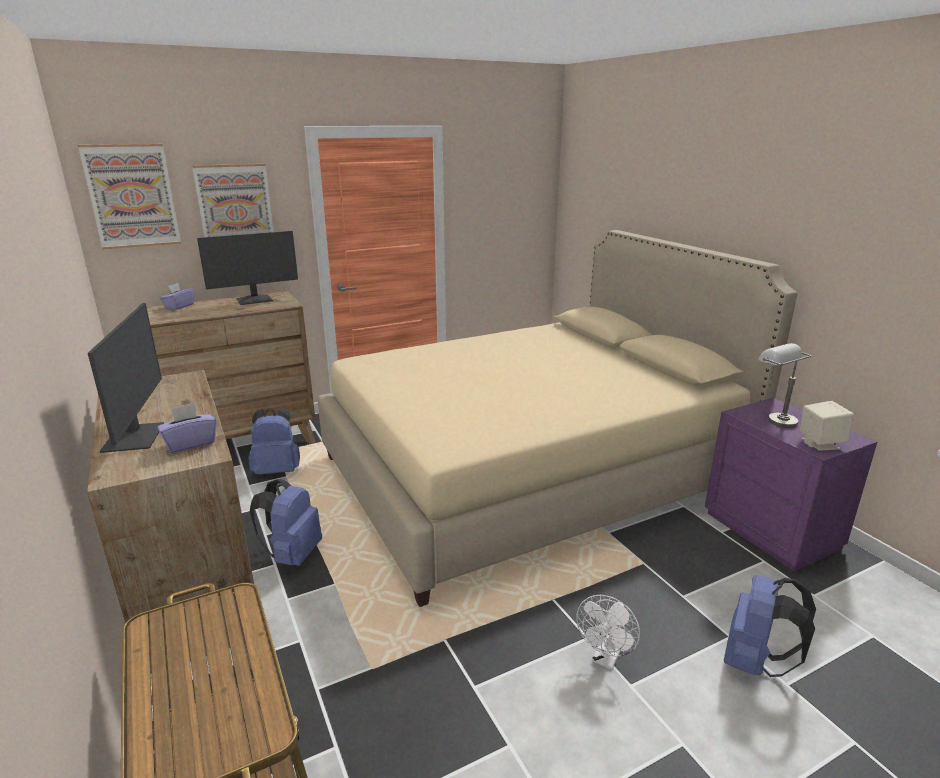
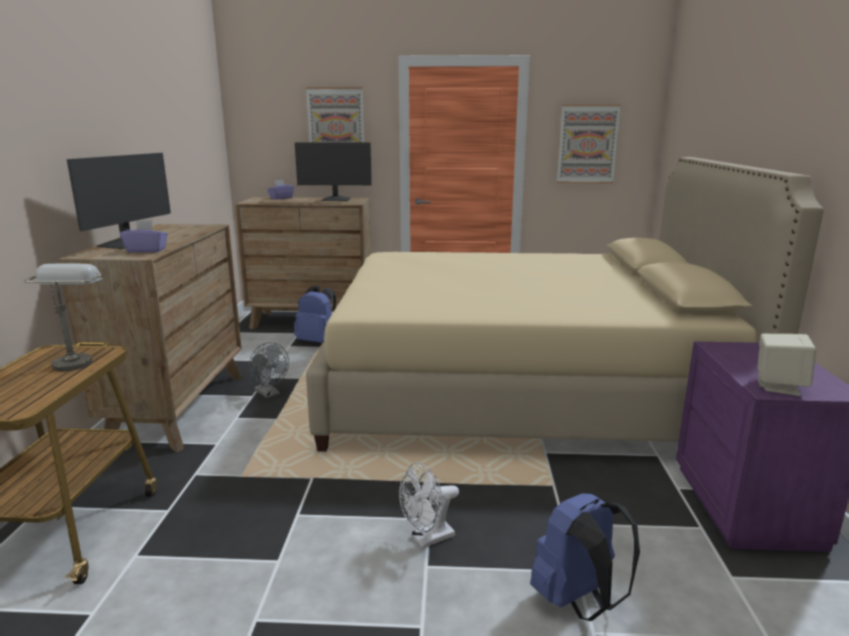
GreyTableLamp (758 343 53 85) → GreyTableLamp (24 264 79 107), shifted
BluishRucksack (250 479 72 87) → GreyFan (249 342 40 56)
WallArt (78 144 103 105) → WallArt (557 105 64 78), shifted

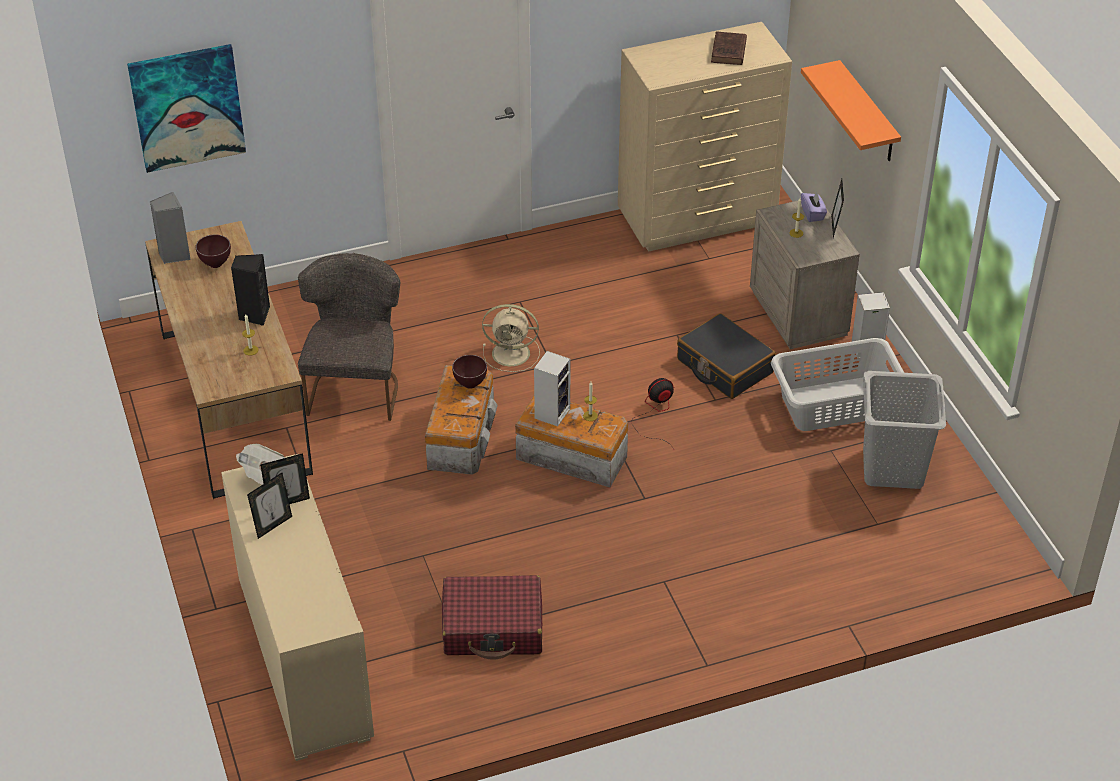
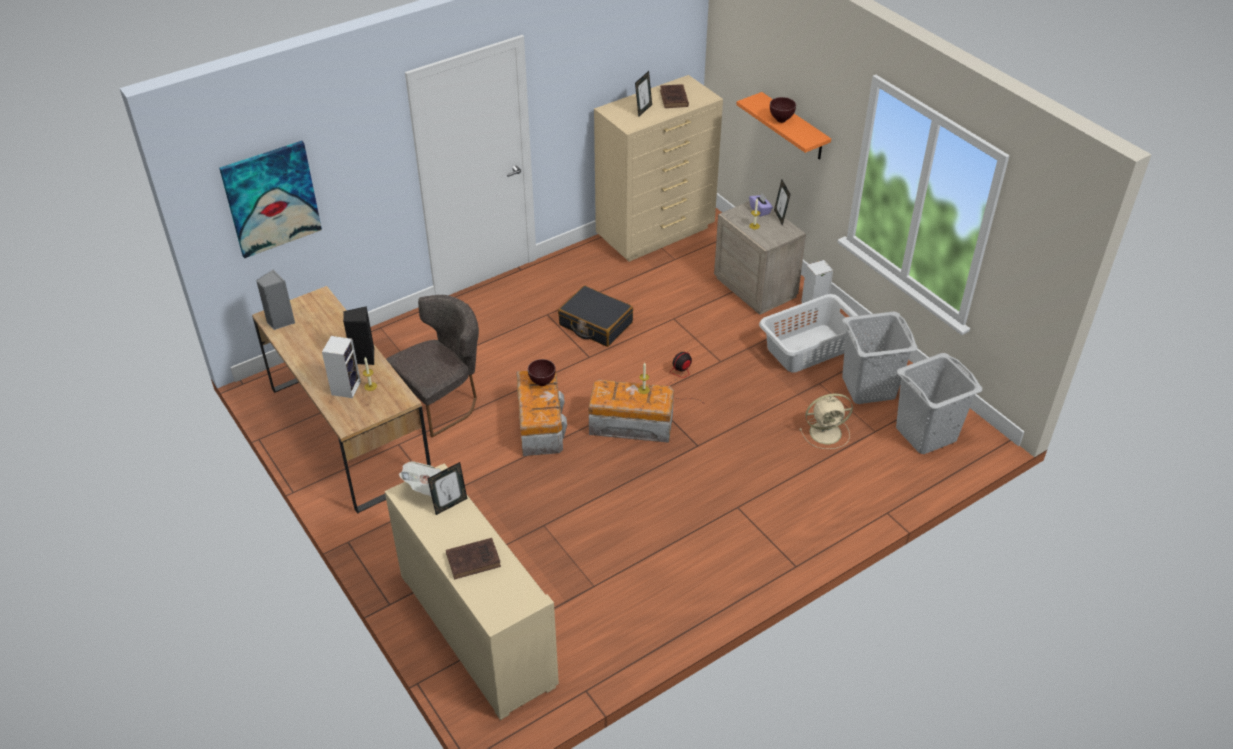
AudioSpeaker (534 351 36 75) → AudioSpeaker (322 336 39 62), shifted
GreyUprightChair (298 253 102 168) → GreyUprightChair (386 295 93 142), 60 degrees clockwise
- → BrownishVolume (446 538 55 42)
BlackColouredPieceOfLuggage (677 313 99 86) → BlackColouredPieceOfLuggage (558 286 75 61), shifted
PictureFrame (247 473 45 66) → PictureFrame (635 71 17 46), shifted
BrownishDeepDish (196 234 35 34) → BrownishDeepDish (770 97 26 26), shifted
SandColouredFan (482 304 58 68) → SandColouredFan (799 393 54 56), shifted
- → GreyHamper (896 353 87 101)
ReddishPieceOfLuggage (442 575 100 84) → -

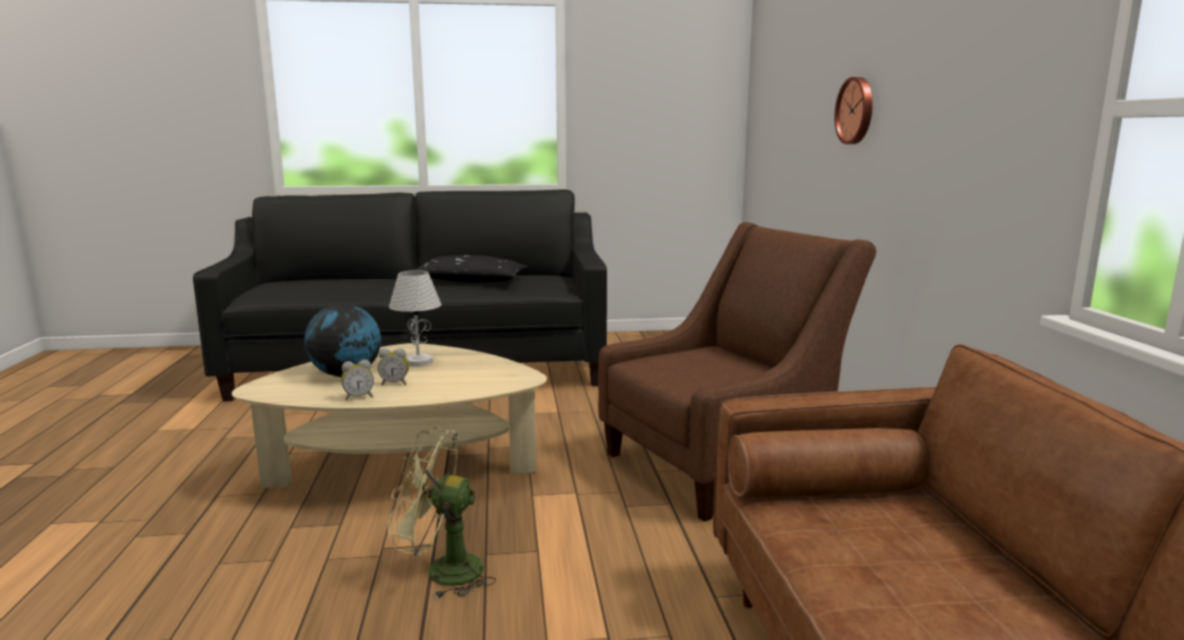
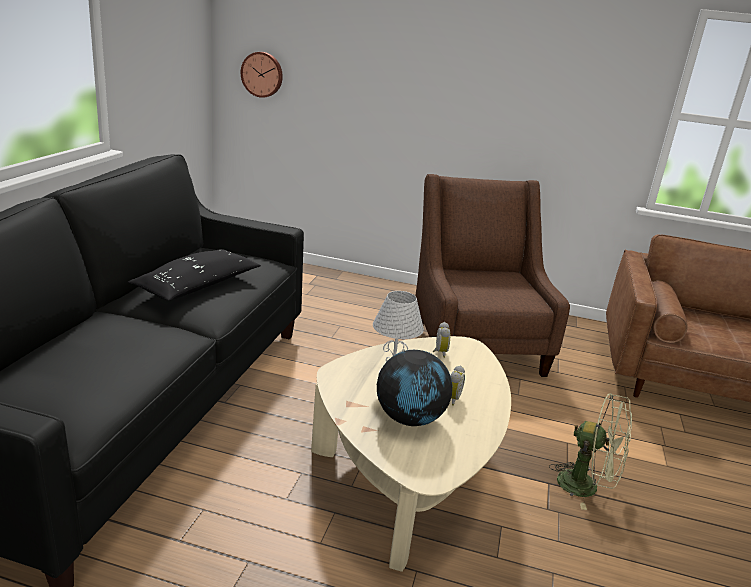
HangingClock (835 77 38 67) → HangingClock (241 52 42 46), shifted
AlarmClock (341 359 33 42) → AlarmClock (433 322 17 36), shifted
GreenFan (388 427 108 172) → GreenFan (549 393 83 117), 90 degrees counterclockwise

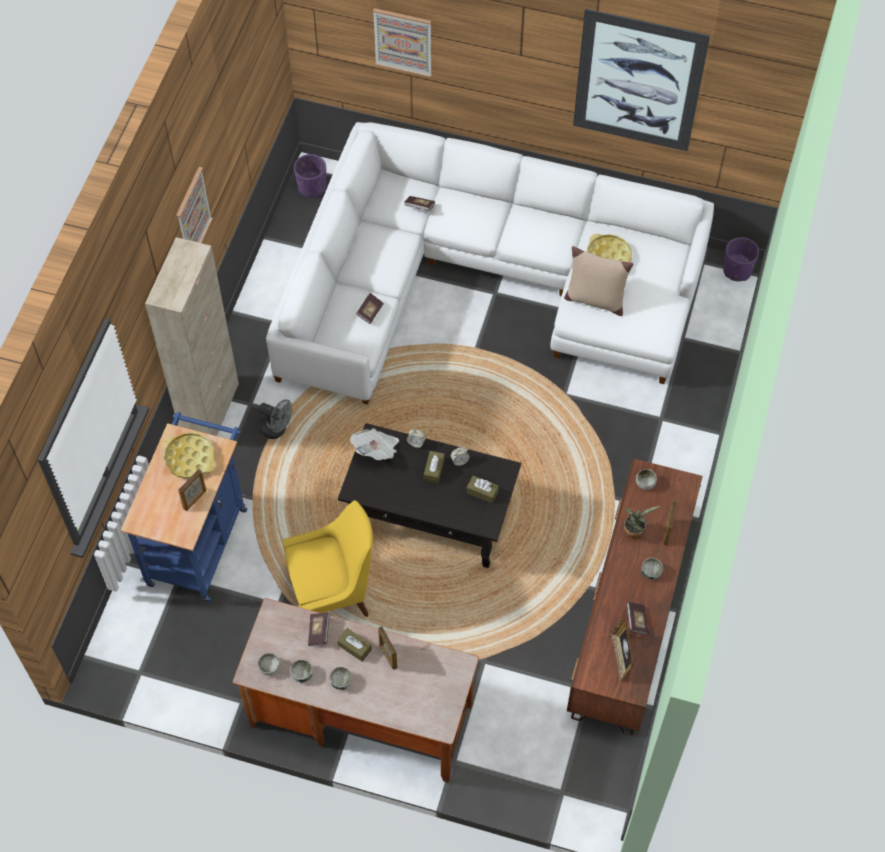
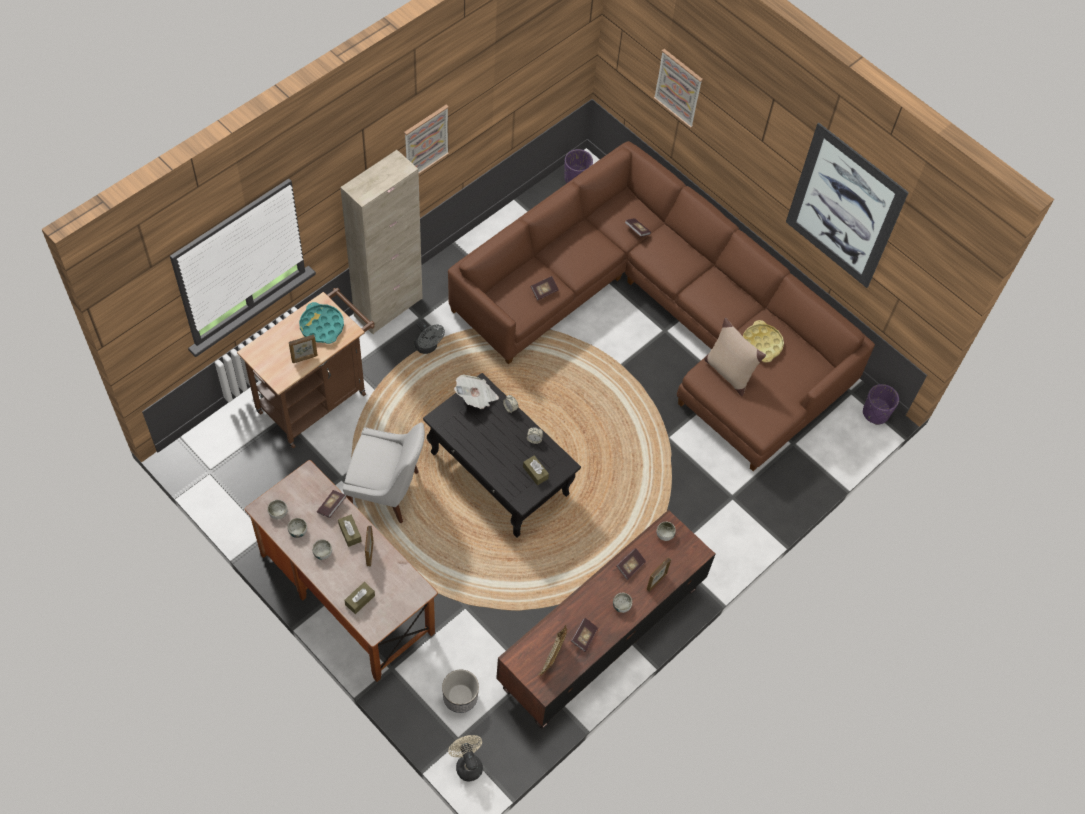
BluishCart (121 412 126 191) → BrownishCart (237 288 138 160)
YellowishCarryingTray (163 432 53 47) → BlueGreenCarryingTray (299 302 45 42)
YellowishUprightChair (283 501 90 116) → WhitishUprightChair (343 422 82 101)
BrownishBoxOfTissues (424 451 20 32) → BrownishBoxOfTissues (344 582 31 32), shifted
- → Planter (442 669 37 44)
WhitishCouch (266 122 448 282) → BrownishCouch (448 141 427 330)
- → SandColouredFan (448 735 35 46)
PlantInAPot (623 506 37 32) → Volume (616 548 30 32)

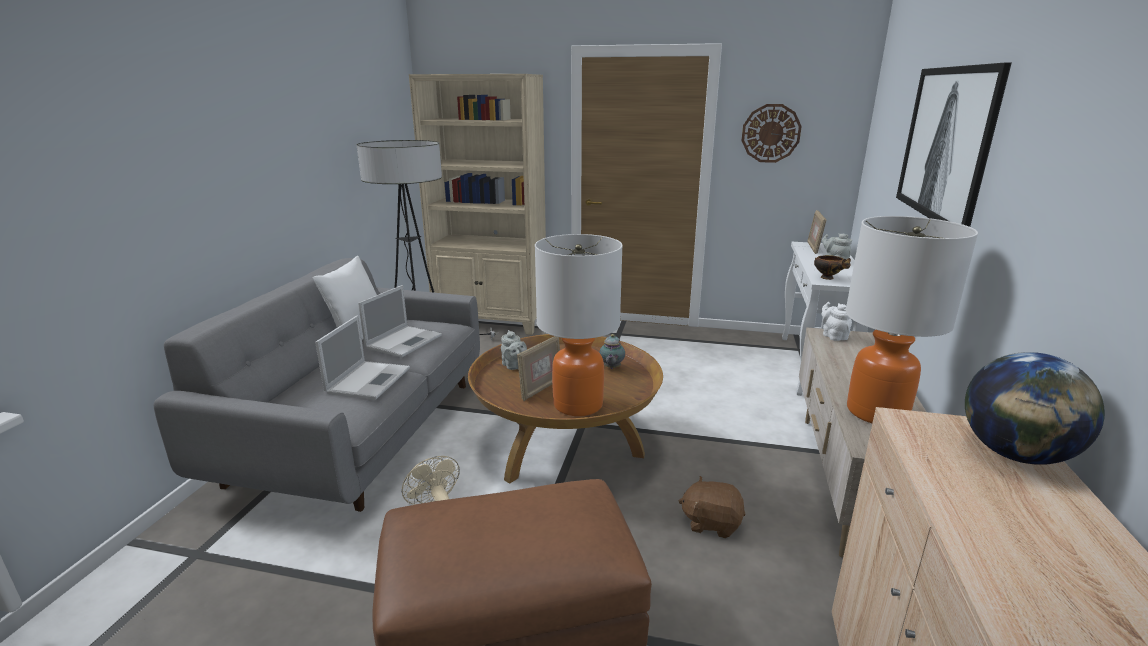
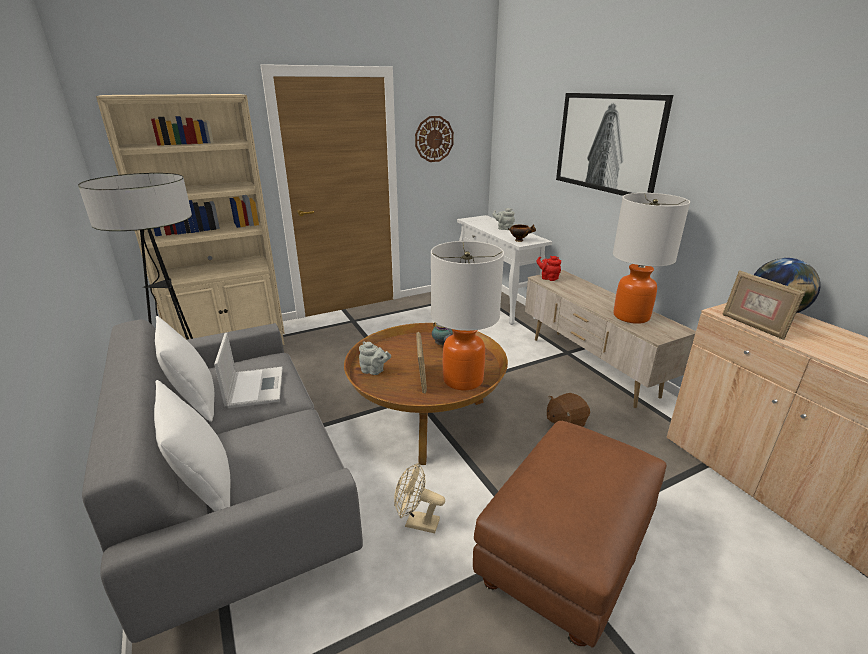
- → WhitishCushion (154 380 76 131)
WhitishPotForTea (822 302 30 39) → ReddishPotForTea (536 256 25 25)
PictureFrame (807 210 20 44) → PictureFrame (723 270 82 70), shifted
Laptop (315 316 95 84) → -

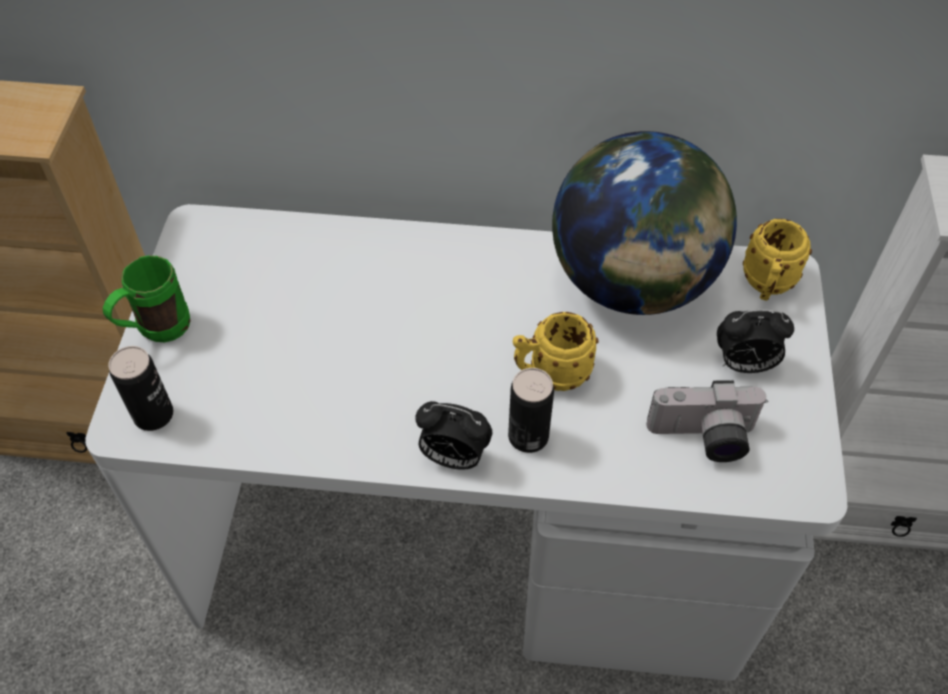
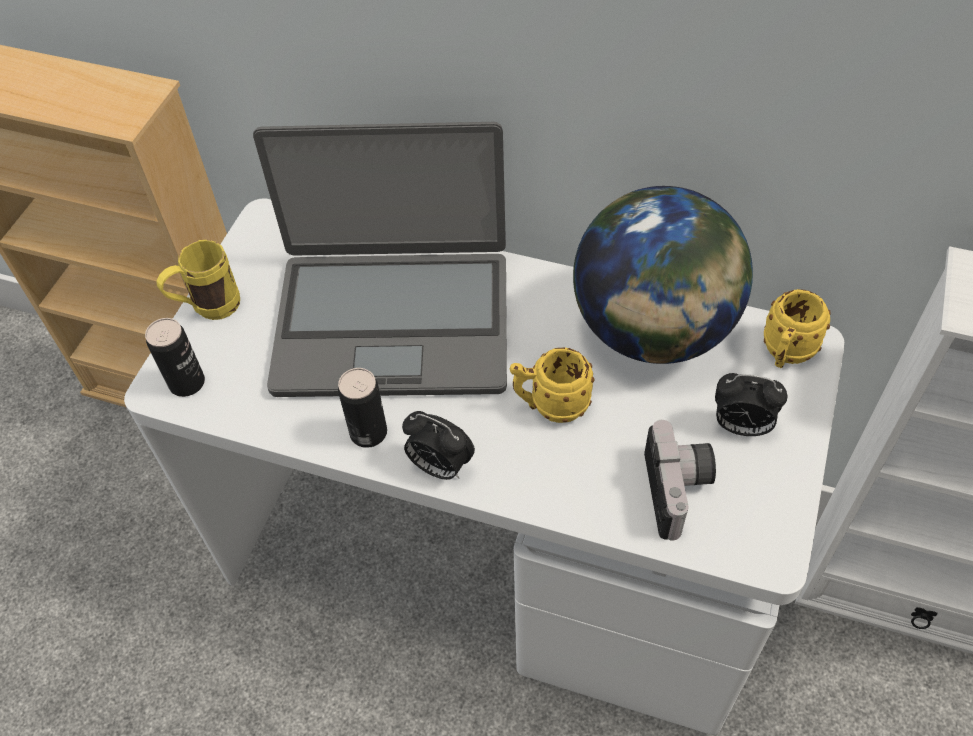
GreenTeaMug (103 255 88 87) → YellowishTeaMug (157 240 83 80)
- → Laptop (253 122 254 275)
SealedCan (508 368 46 85) → SealedCan (338 368 49 80), shifted
StillCamera (646 380 121 82) → StillCamera (644 420 72 121), 105 degrees counterclockwise

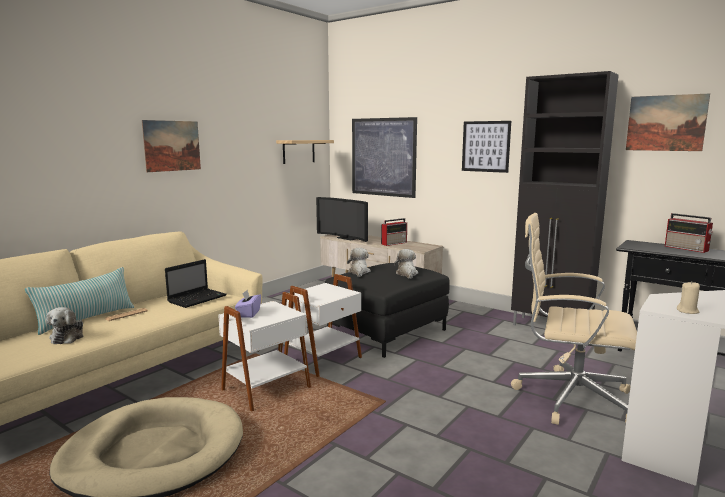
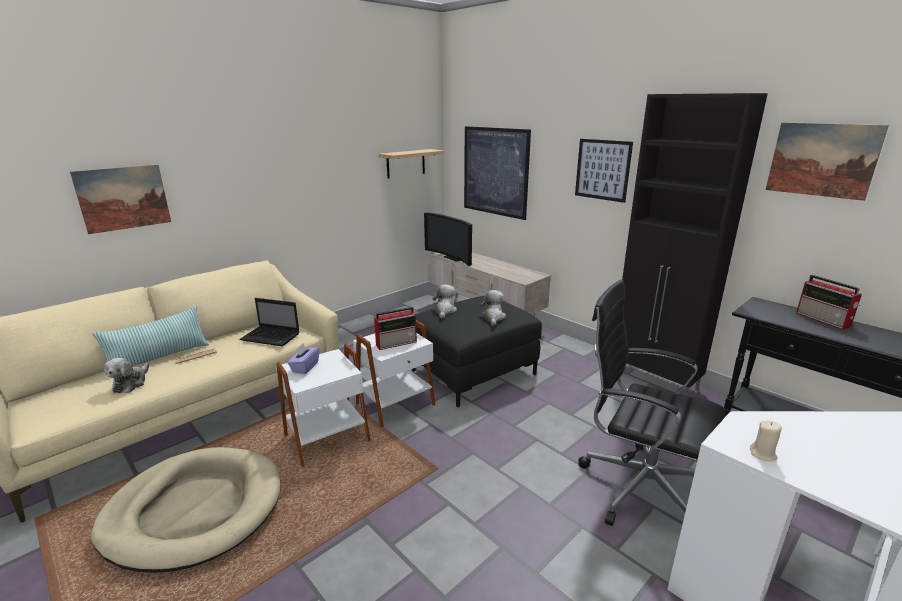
WallArt (141 120 60 52) → WallArt (70 165 101 69), shifted
Laptop (165 259 62 49) → Laptop (240 298 60 49), 60 degrees clockwise
RadioReceiver (381 218 26 28) → RadioReceiver (374 307 43 43), shifted
SandColouredComputerChair (511 213 126 212) → BlackColouredComputerChair (579 280 146 246)

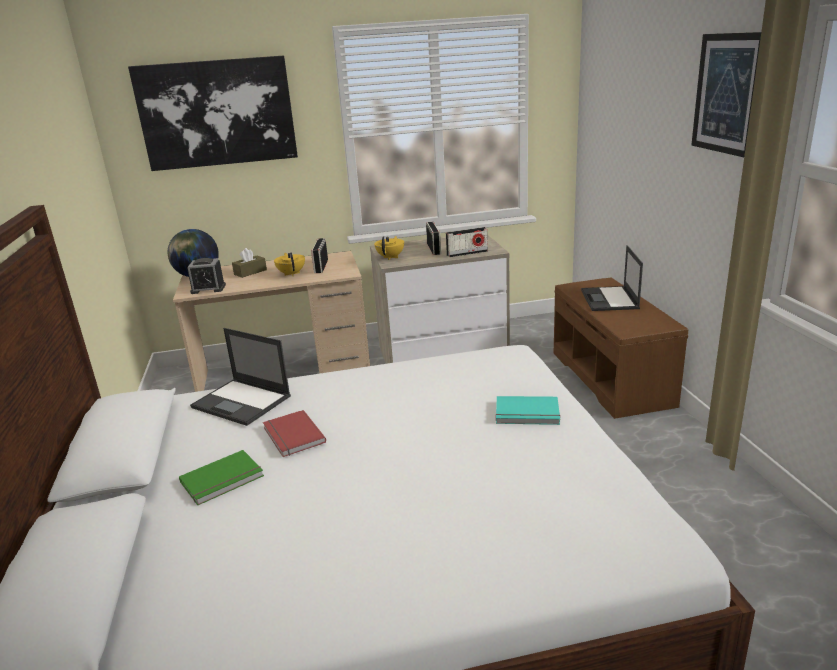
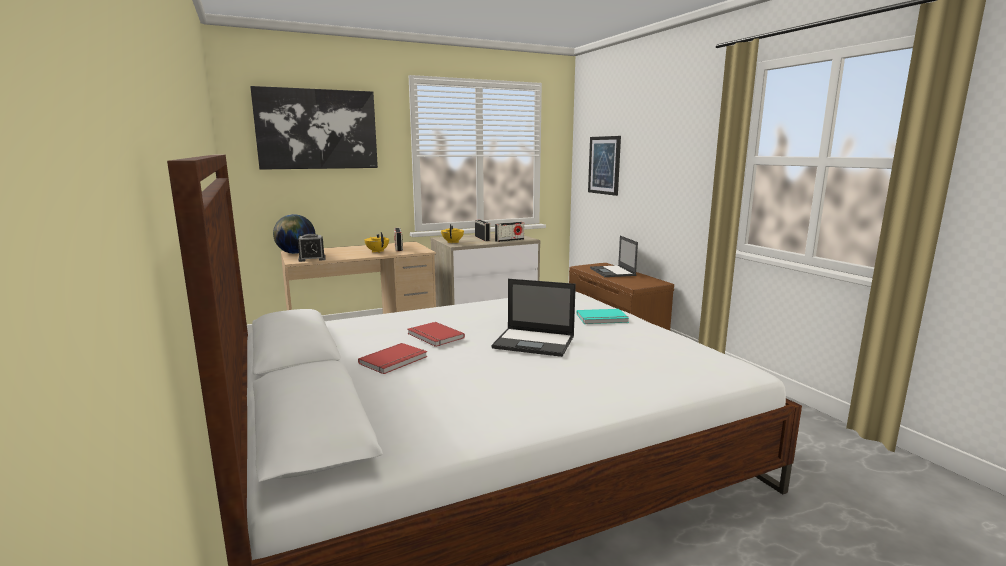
GreenVolume (179 450 85 55) → ReddishVolume (358 343 69 31)
Laptop (190 328 101 98) → Laptop (491 279 85 78), shifted
WallArt (691 32 70 125) → WallArt (588 136 33 60), shifted
BrownishBoxOfTissues (232 248 35 30) → -

